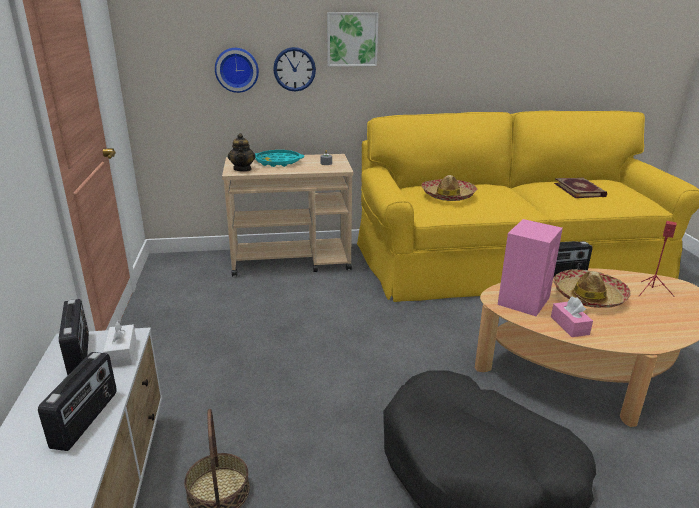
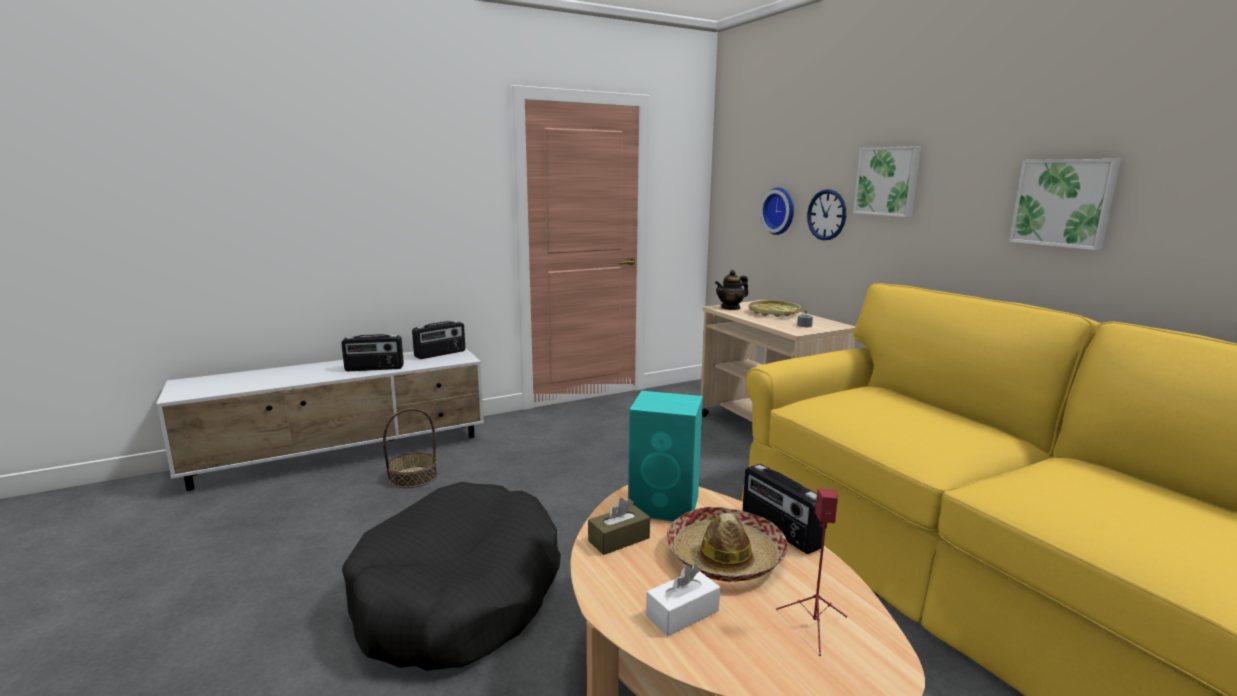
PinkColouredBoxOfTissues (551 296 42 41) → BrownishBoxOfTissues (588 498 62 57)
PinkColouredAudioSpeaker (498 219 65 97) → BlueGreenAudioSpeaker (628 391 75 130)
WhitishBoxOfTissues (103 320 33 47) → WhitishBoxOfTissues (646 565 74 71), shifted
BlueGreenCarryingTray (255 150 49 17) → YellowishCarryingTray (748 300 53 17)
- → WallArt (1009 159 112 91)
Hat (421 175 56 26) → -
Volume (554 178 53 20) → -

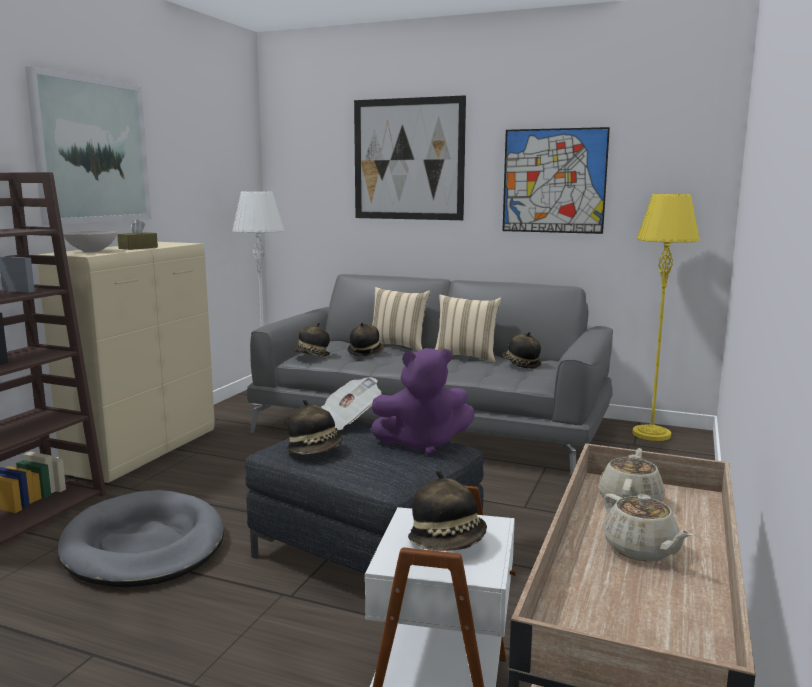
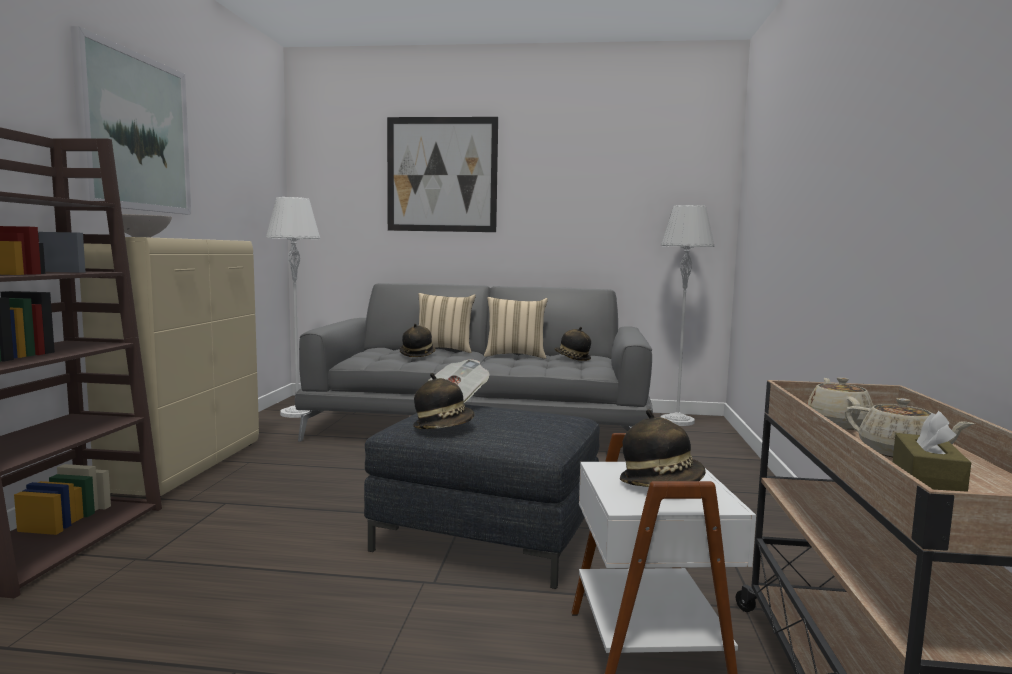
YellowishStandardLamp (632 194 68 247) → GreyStandardLamp (661 205 53 221)
BrownishBoxOfTissues (117 219 41 31) → BrownishBoxOfTissues (893 411 78 81), shifted
GreyDogCushion (58 490 166 97) → -
Hat (291 323 39 33) → -
PurpleCuddlyToy (370 348 105 107) → -
WallArt (502 127 108 107) → -

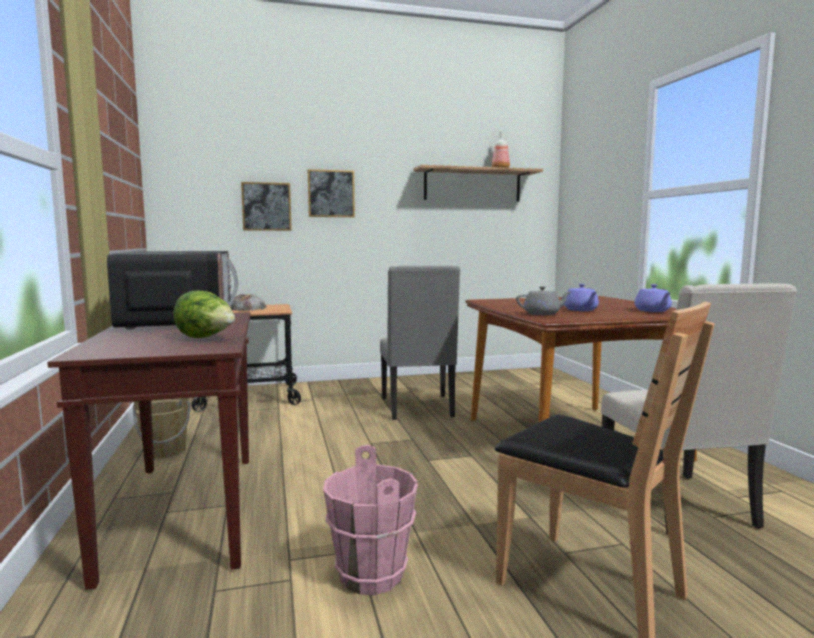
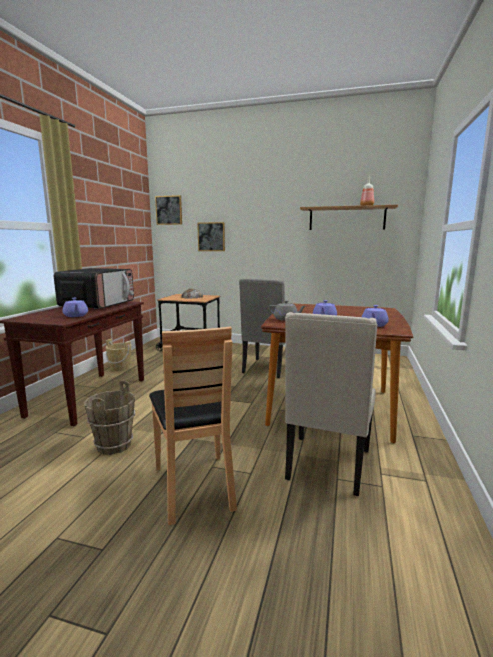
LettuceHead (173 291 62 47) → PurplePotForTea (63 298 25 19)
PinkColouredBucket (323 445 95 150) → BrownishBucket (84 380 51 75)
WallArt (308 169 47 48) → WallArt (155 195 27 30), shifted

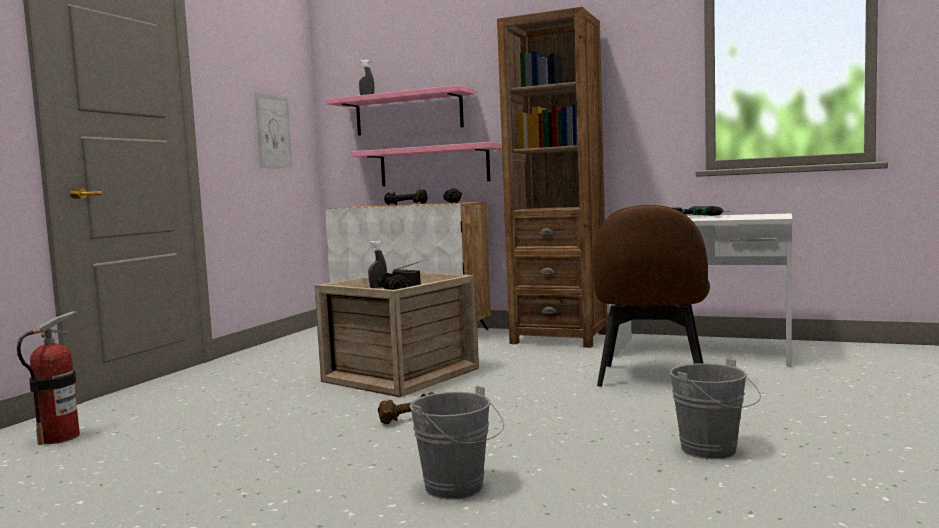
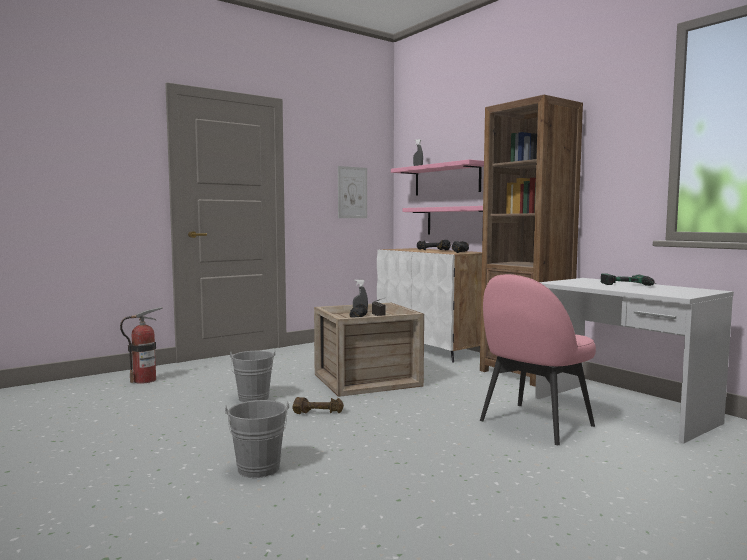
GreyBucket (669 358 92 101) → GreyBucket (230 351 45 51), shifted
BrownishUprightChair (592 205 118 182) → PinkColouredUprightChair (480 274 116 171)

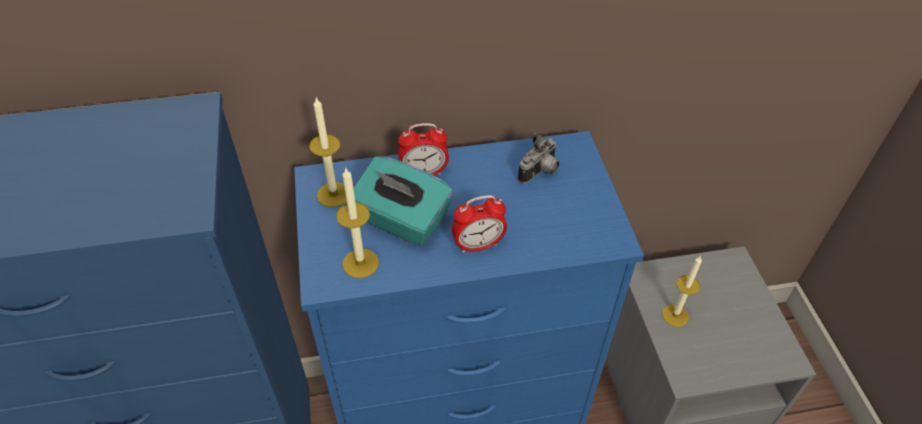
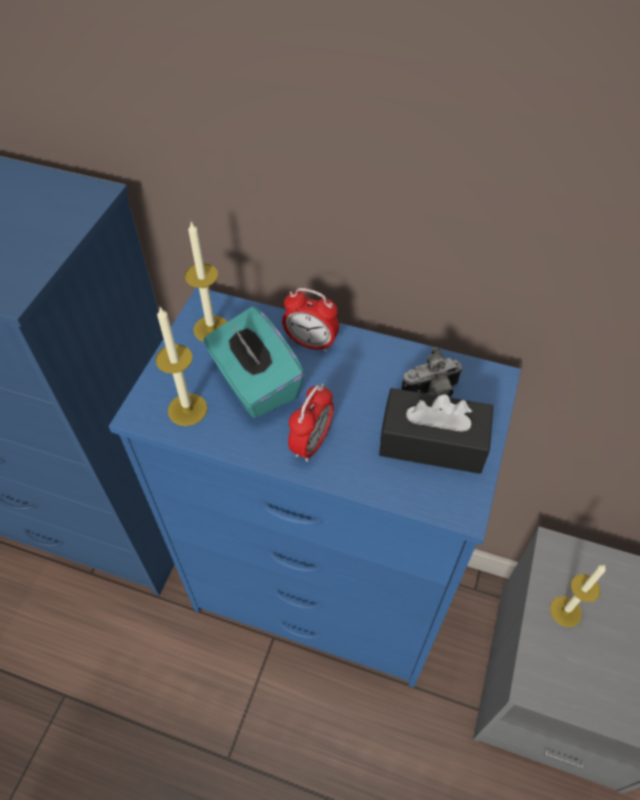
AlarmClock (452 195 55 58) → AlarmClock (288 384 46 78), 75 degrees counterclockwise
- → BlackColouredBoxOfTissues (379 388 114 86)

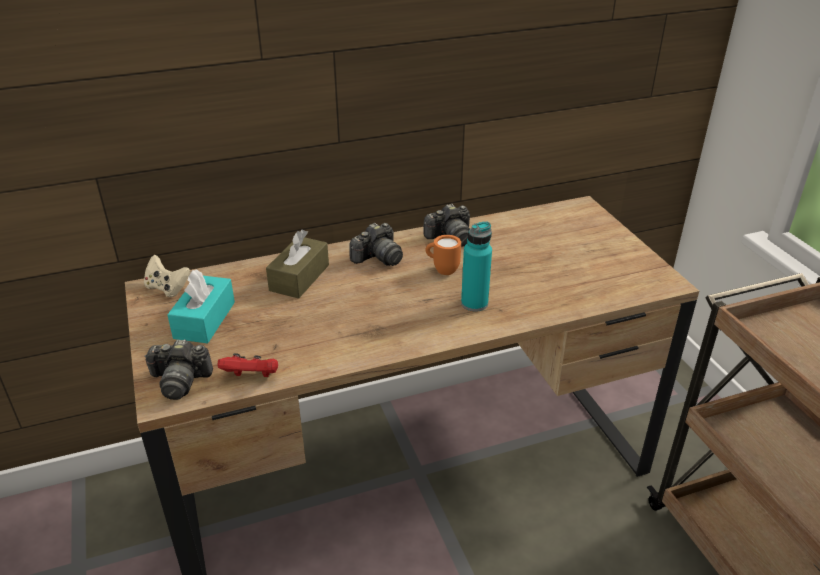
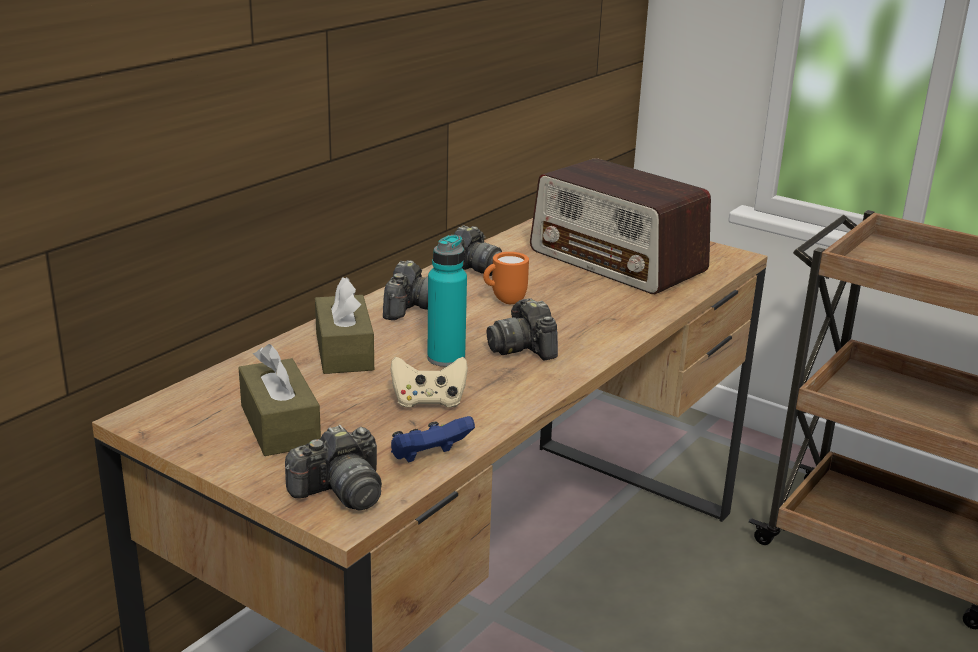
BlueGreenBoxOfTissues (167 269 68 75) → BrownishBoxOfTissues (239 344 82 112)
SandColouredGamepad (144 255 46 42) → SandColouredGamepad (390 357 78 51), shifted
ReddishGamepad (218 353 60 24) → BluishGamepad (391 416 84 46)
BlueGreenDrinkBottle (461 221 31 90) → BlueGreenDrinkBottle (427 235 40 132), shifted
- → StillCamera (487 298 71 62)
- → RadioReceiver (530 158 181 136)

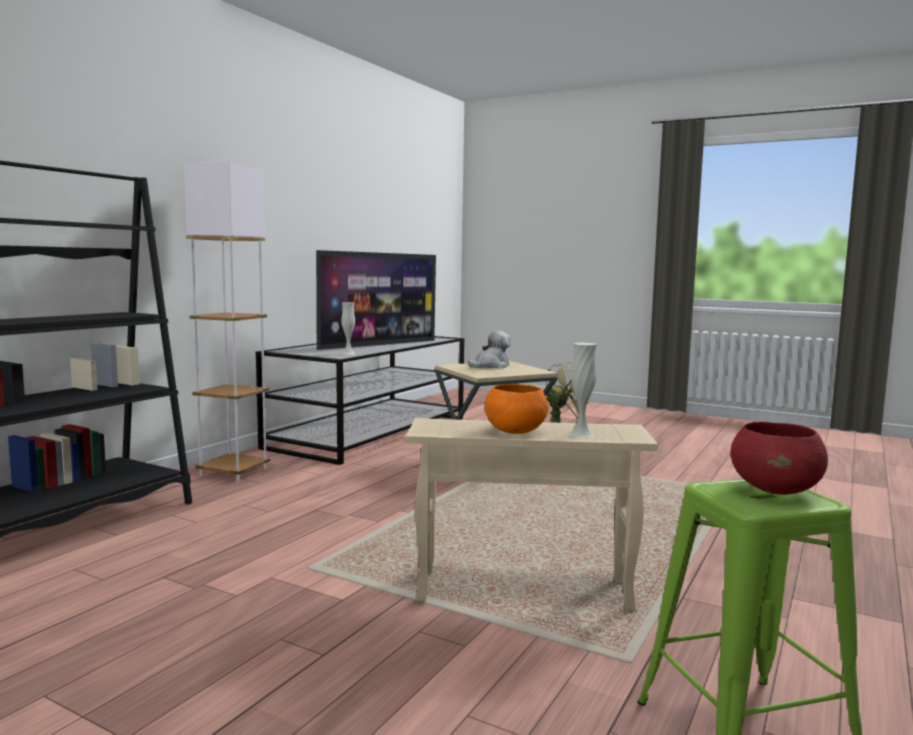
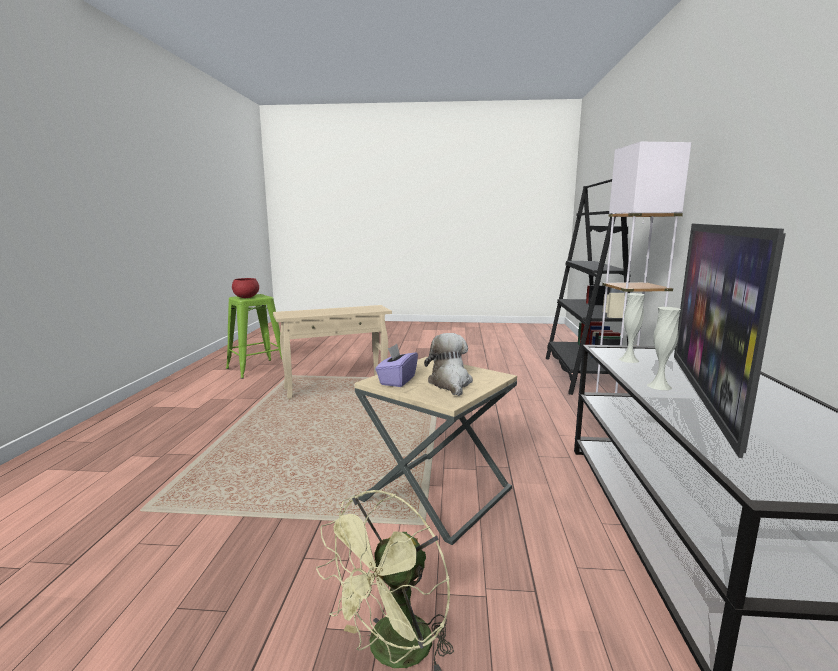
- → PurpleBoxOfTissues (375 344 43 43)
CuddlyToy (468 331 43 37) → CuddlyToy (424 333 49 63), 150 degrees clockwise
WhitishDecorativeVase (568 343 29 95) → WhitishDecorativeVase (647 307 34 83), shifted
OrangeDeepDish (485 384 63 50) → -

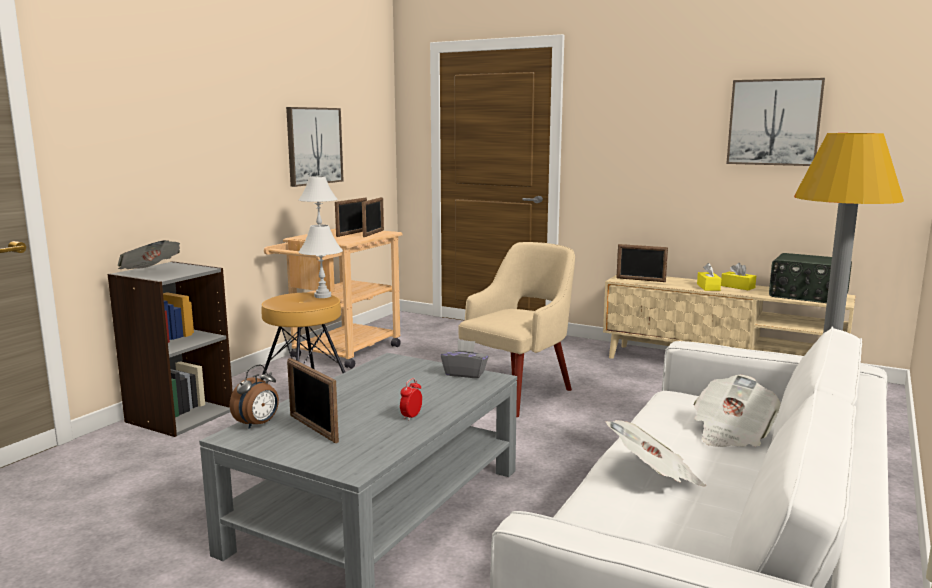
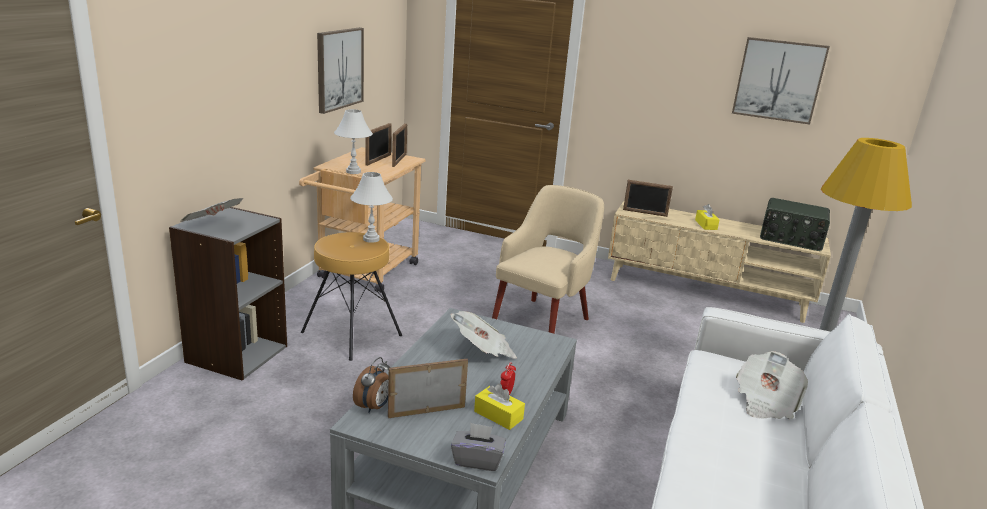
PictureFrame (287 358 52 85) → PictureFrame (388 359 80 59), 120 degrees clockwise
PrintedPaper (605 420 102 67) → PrintedPaper (450 311 67 48), shifted
GreyBoxOfTissues (441 340 48 38) → GreyBoxOfTissues (451 423 55 48), shifted
YellowishBoxOfTissues (721 263 35 27) → YellowishBoxOfTissues (474 384 51 46), shifted

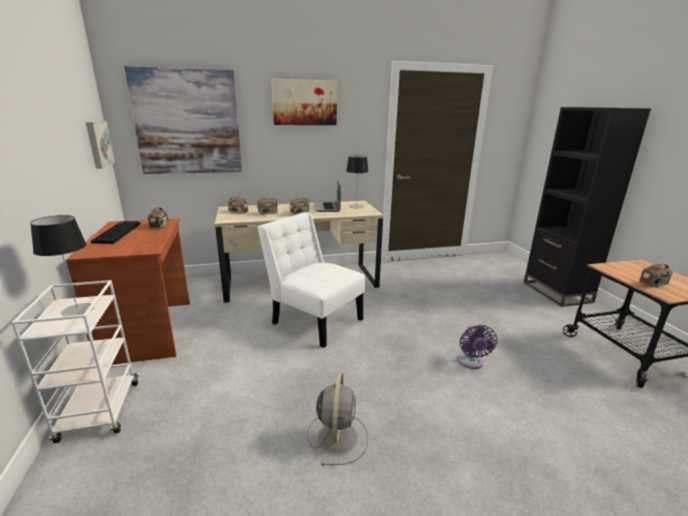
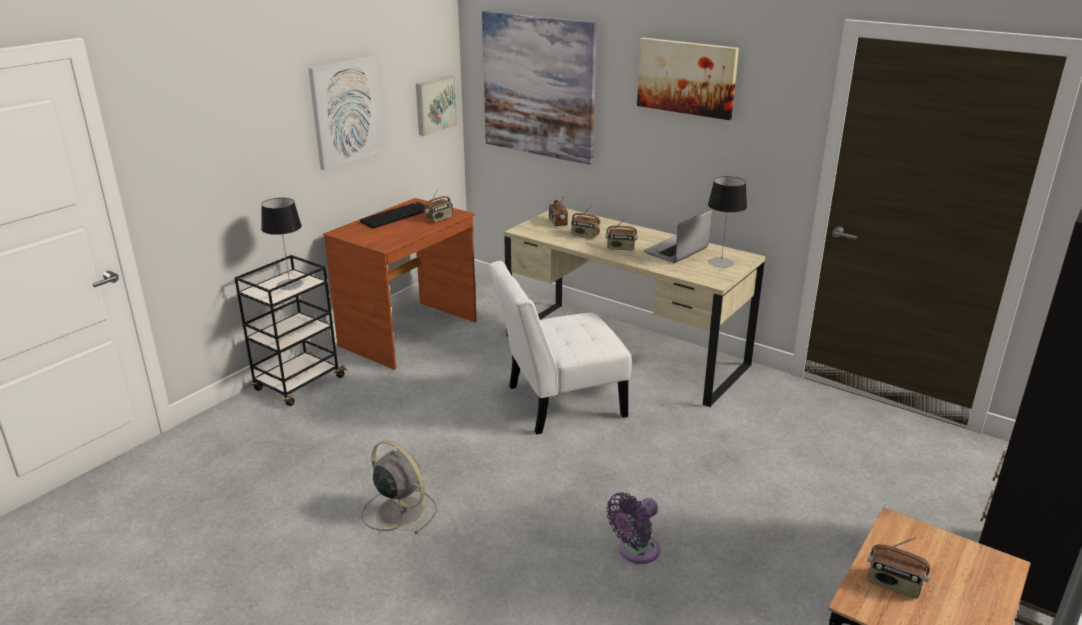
WhitishCart (11 280 128 163) → BlackColouredCart (235 255 112 151)
- → WallArt (308 55 76 115)
GreyFan (307 372 61 94) → GreyFan (362 440 74 94), 105 degrees counterclockwise
WhitishUprightChair (257 212 108 136) → WhitishUprightChair (489 261 142 173), 105 degrees counterclockwise

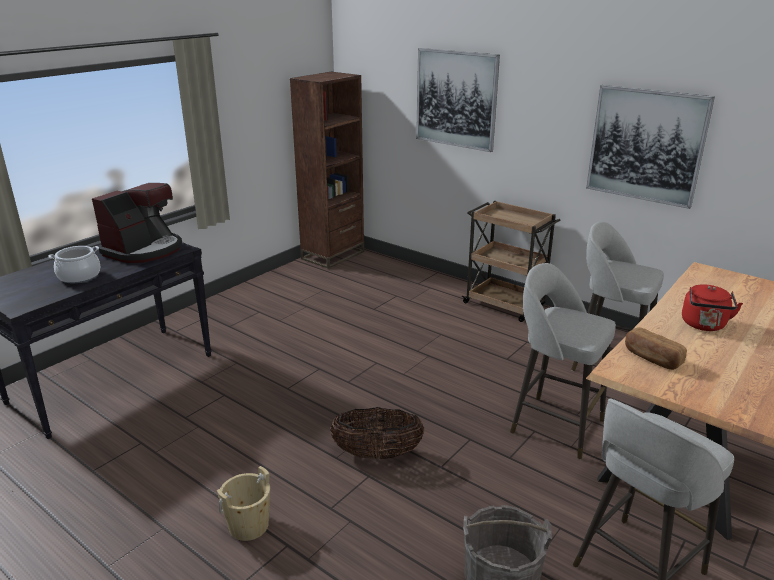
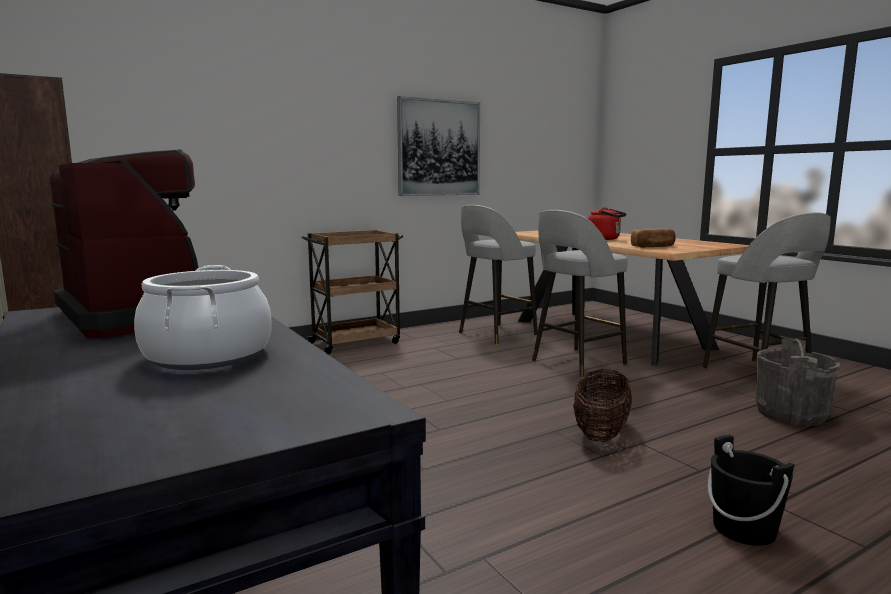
SandColouredBucket (217 466 53 75) → BlackColouredBucket (708 435 86 111)
WallArt (416 48 84 104) → -

